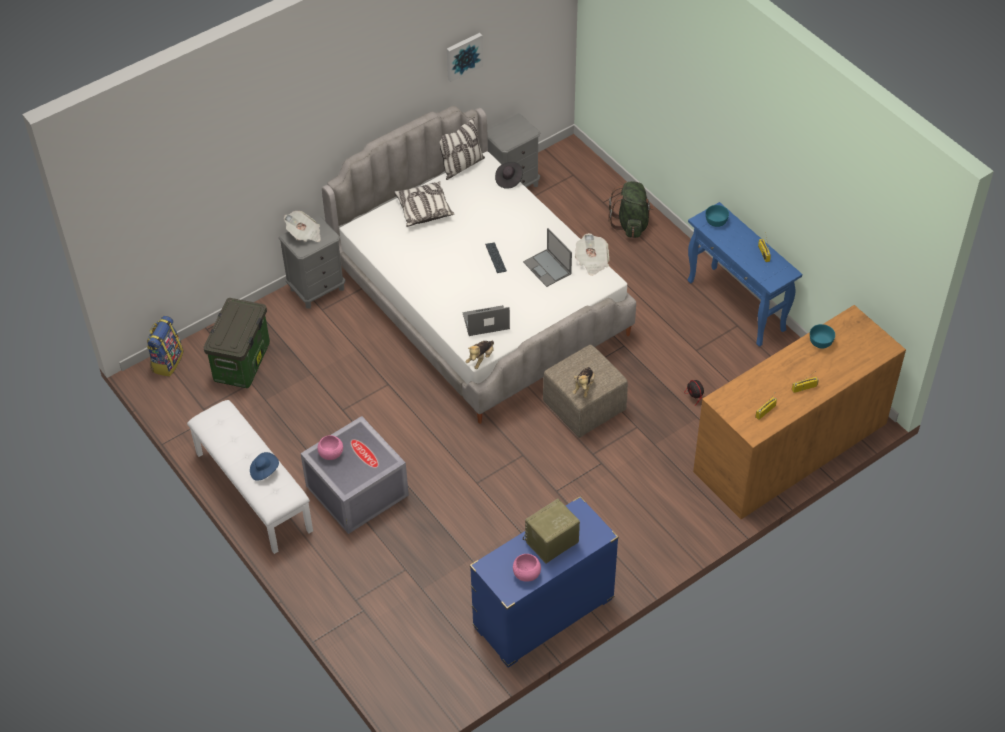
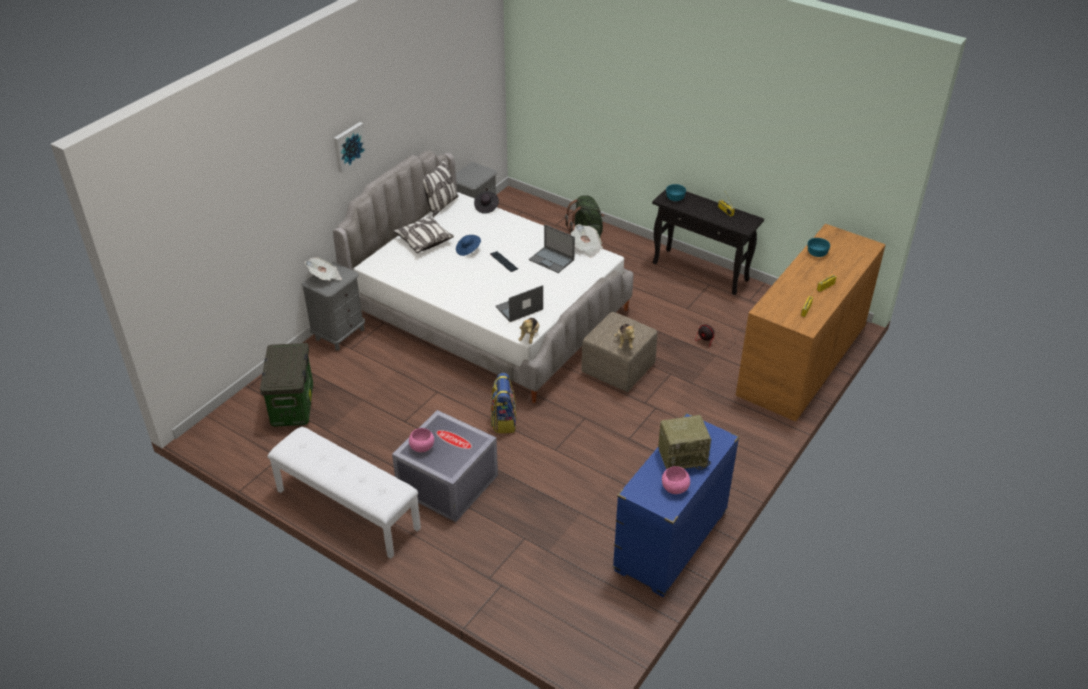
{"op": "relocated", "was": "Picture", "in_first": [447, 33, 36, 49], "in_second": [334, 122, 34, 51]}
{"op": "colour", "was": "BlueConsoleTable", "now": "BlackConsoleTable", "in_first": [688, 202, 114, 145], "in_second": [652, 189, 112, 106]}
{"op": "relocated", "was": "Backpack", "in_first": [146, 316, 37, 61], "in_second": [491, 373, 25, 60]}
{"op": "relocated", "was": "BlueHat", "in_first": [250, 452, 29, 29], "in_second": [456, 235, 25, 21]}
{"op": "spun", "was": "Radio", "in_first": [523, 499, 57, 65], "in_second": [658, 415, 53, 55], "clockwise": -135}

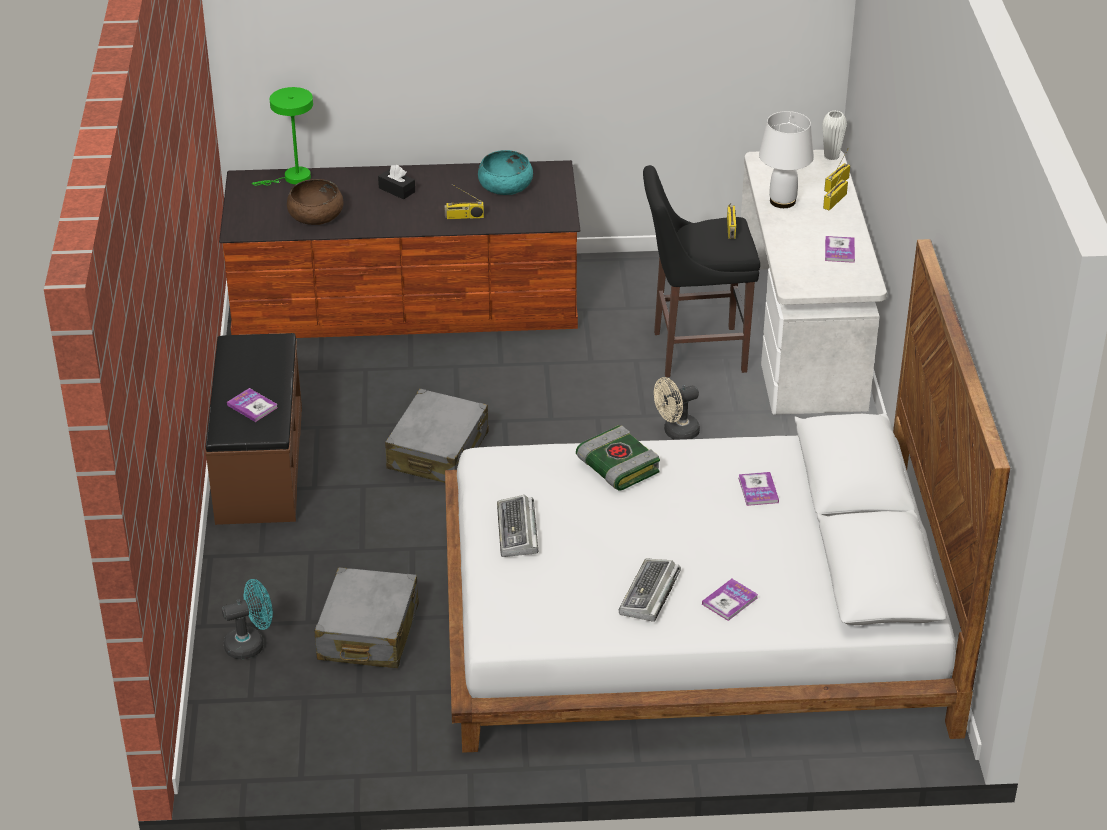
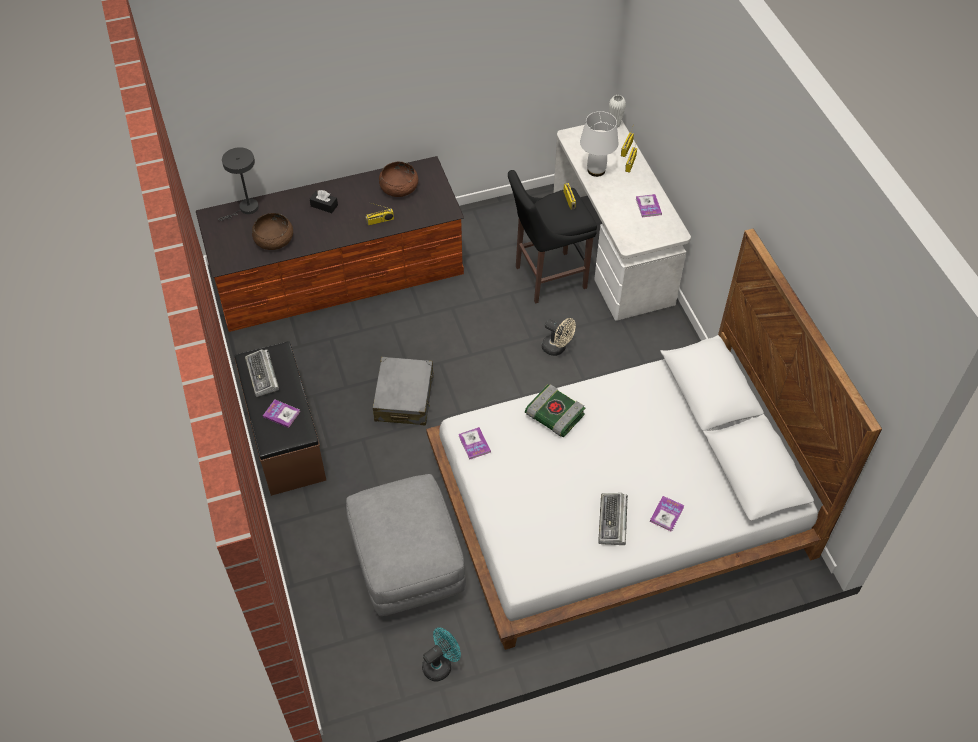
{"op": "colour", "was": "GreenTableLamp", "now": "GreyTableLamp", "in_first": [252, 87, 61, 99], "in_second": [218, 147, 41, 74]}
{"op": "colour", "was": "TurquoiseBowl", "now": "BrownBowl", "in_first": [478, 150, 55, 45], "in_second": [379, 162, 39, 35]}
{"op": "spun", "was": "BeigeFan", "in_first": [654, 377, 46, 63], "in_second": [542, 318, 34, 38], "clockwise": -105}
{"op": "relocated", "was": "Book", "in_first": [738, 472, 41, 34], "in_second": [458, 427, 33, 33]}
{"op": "relocated", "was": "Keyboard", "in_first": [497, 495, 42, 62], "in_second": [245, 349, 34, 48]}
{"op": "exchanged", "was": "GreySuitcase", "now": "GreyOttoman", "in_first": [314, 567, 105, 101], "in_second": [346, 474, 120, 142]}
{"op": "relocated", "was": "TurquoiseFan", "in_first": [222, 579, 51, 80], "in_second": [422, 627, 39, 55]}

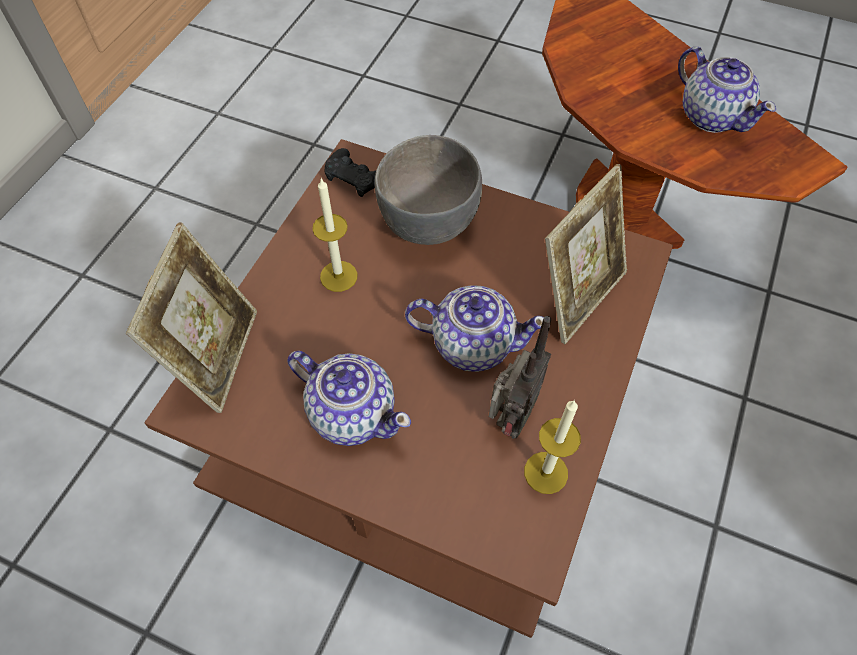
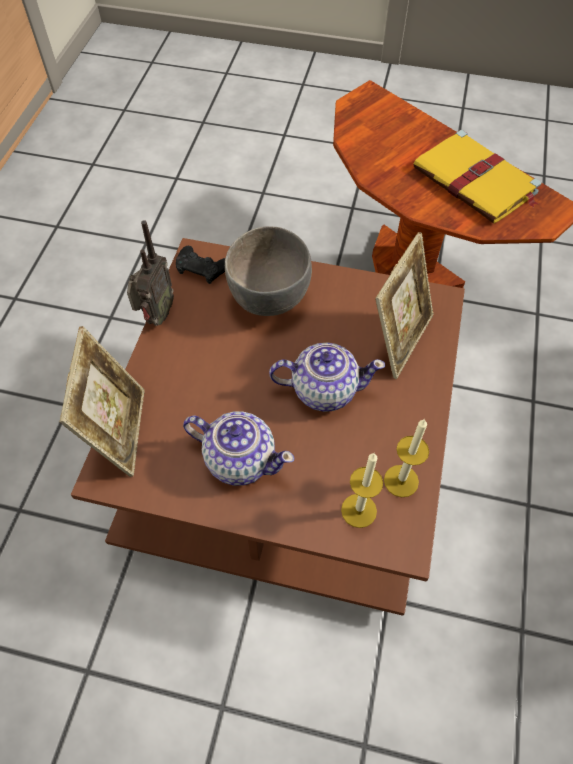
{"op": "exchanged", "was": "Teapot", "now": "YellowBook", "in_first": [678, 47, 98, 86], "in_second": [413, 130, 128, 94]}
{"op": "relocated", "was": "Candle", "in_first": [313, 178, 45, 114], "in_second": [341, 453, 42, 75]}
{"op": "relocated", "was": "Radio", "in_first": [489, 316, 62, 123], "in_second": [127, 220, 47, 106]}

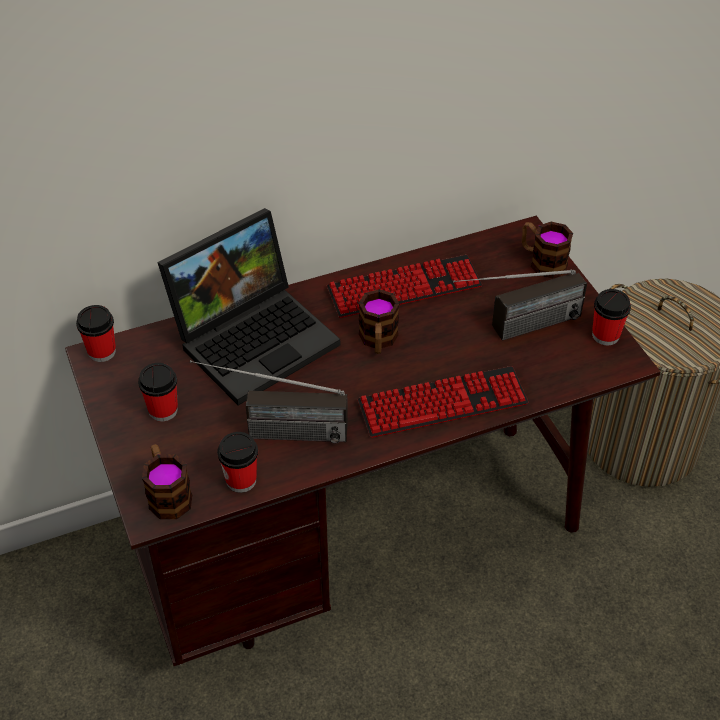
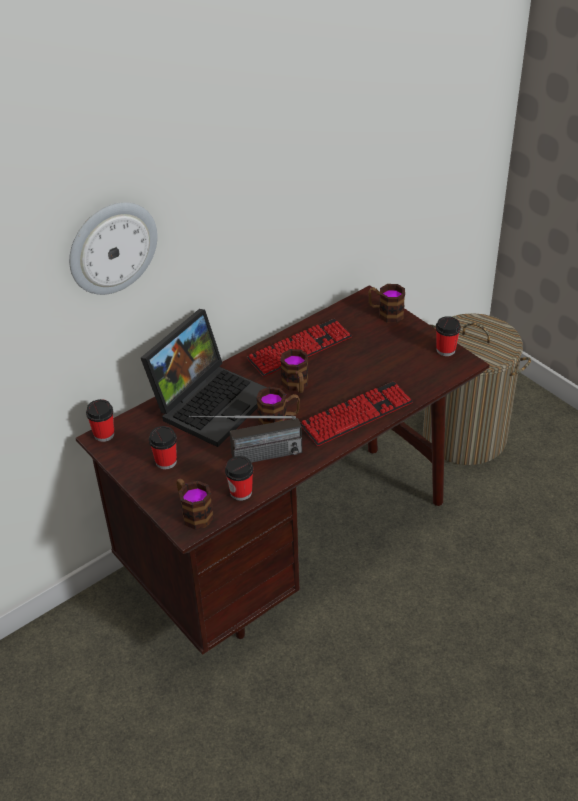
{"op": "missing", "was": "Radio", "in_first": [453, 270, 134, 71]}
{"op": "appeared", "now": "WallClock", "in_second": [69, 202, 89, 93]}
{"op": "appeared", "now": "Mug", "in_second": [256, 387, 44, 38]}

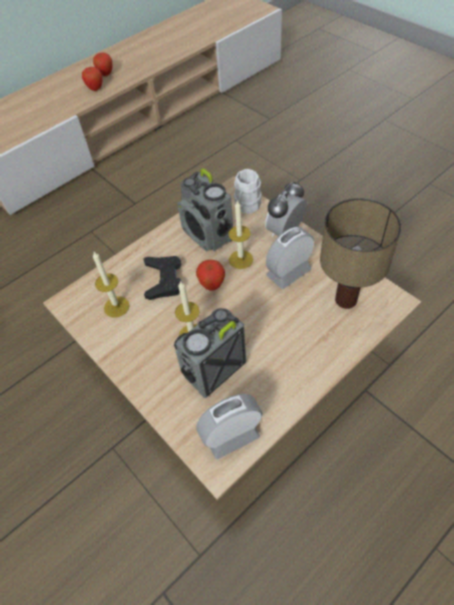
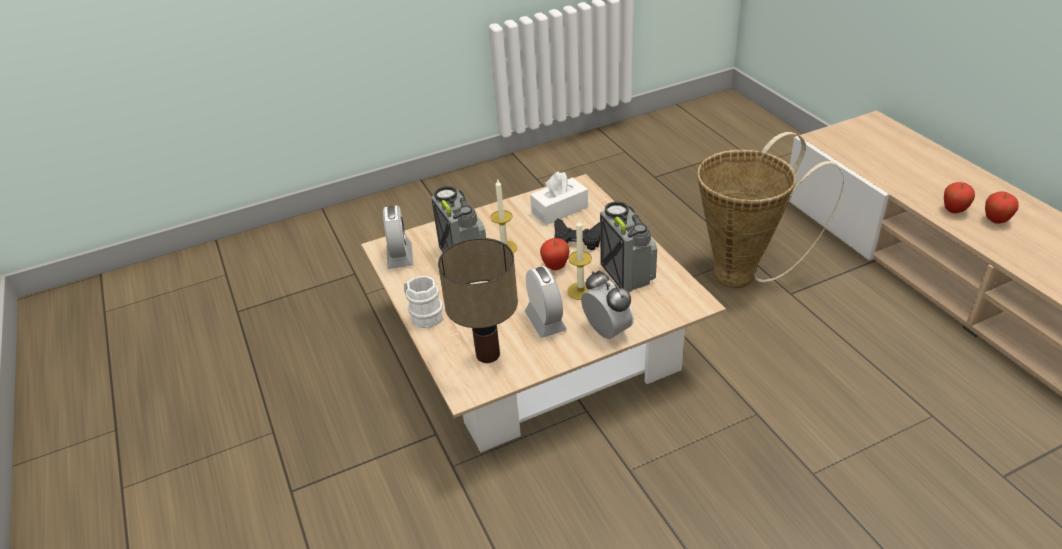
{"op": "spun", "was": "Radio", "in_first": [177, 168, 56, 83], "in_second": [600, 201, 57, 91], "clockwise": 90}
{"op": "relocated", "was": "WhiteMug", "in_first": [234, 169, 28, 45], "in_second": [404, 276, 39, 52]}
{"op": "exchanged", "was": "Candle", "now": "WhiteTissueBox", "in_first": [93, 252, 36, 66], "in_second": [530, 171, 58, 54]}
{"op": "appeared", "now": "Basket", "in_second": [697, 132, 147, 156]}

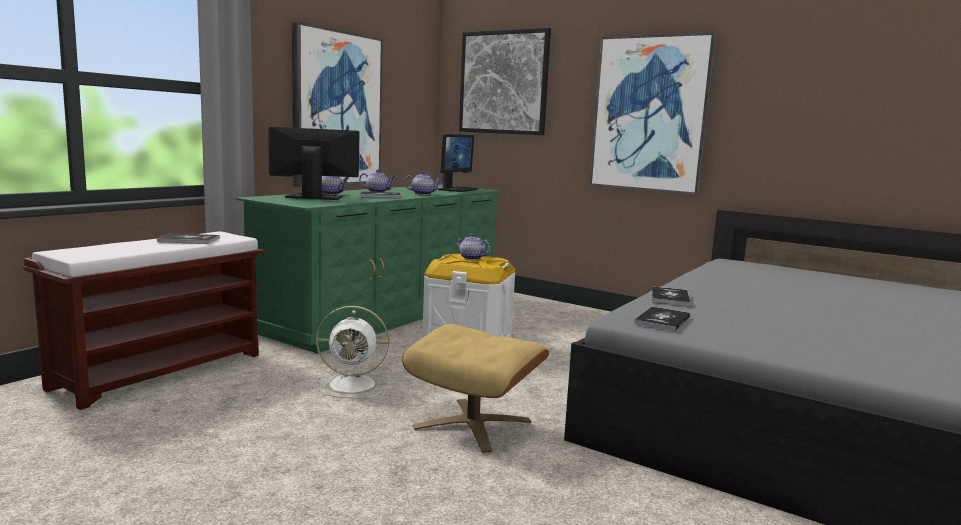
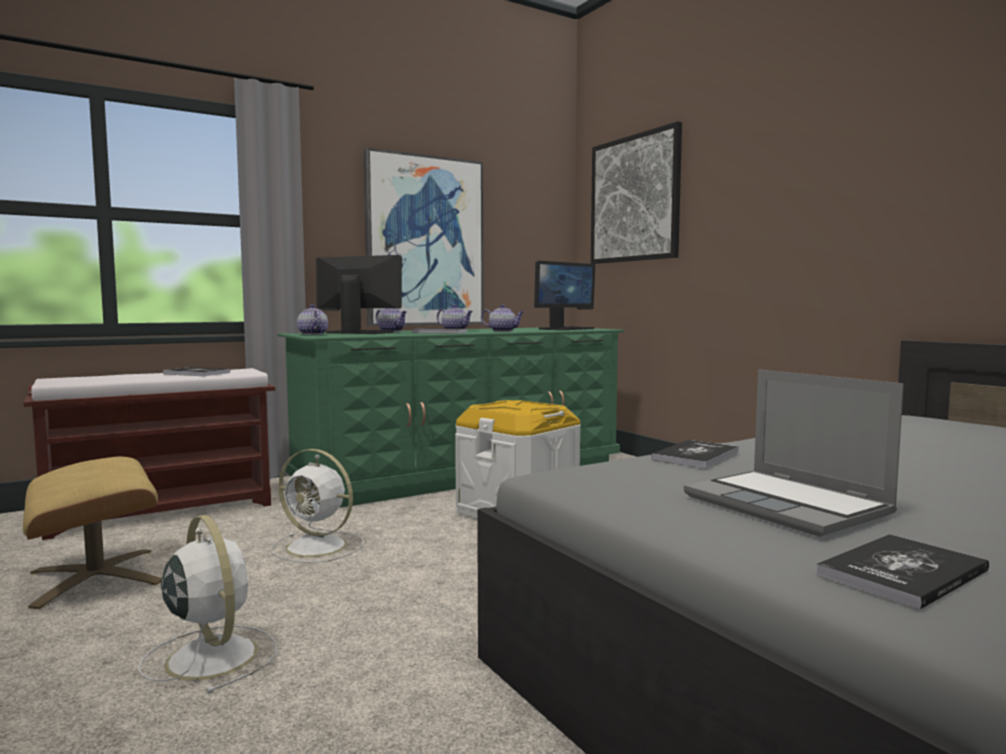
{"op": "missing", "was": "Picture", "in_first": [590, 32, 127, 163]}
{"op": "relocated", "was": "Teapot", "in_first": [457, 234, 33, 26], "in_second": [297, 305, 31, 30]}
{"op": "relocated", "was": "Book", "in_first": [634, 307, 56, 24], "in_second": [816, 534, 173, 76]}
{"op": "relocated", "was": "BeigeOttoman", "in_first": [402, 324, 147, 129], "in_second": [23, 457, 139, 152]}
{"op": "appeared", "now": "Laptop", "in_second": [684, 370, 220, 167]}
{"op": "appeared", "now": "WhiteFan", "in_second": [138, 515, 139, 179]}

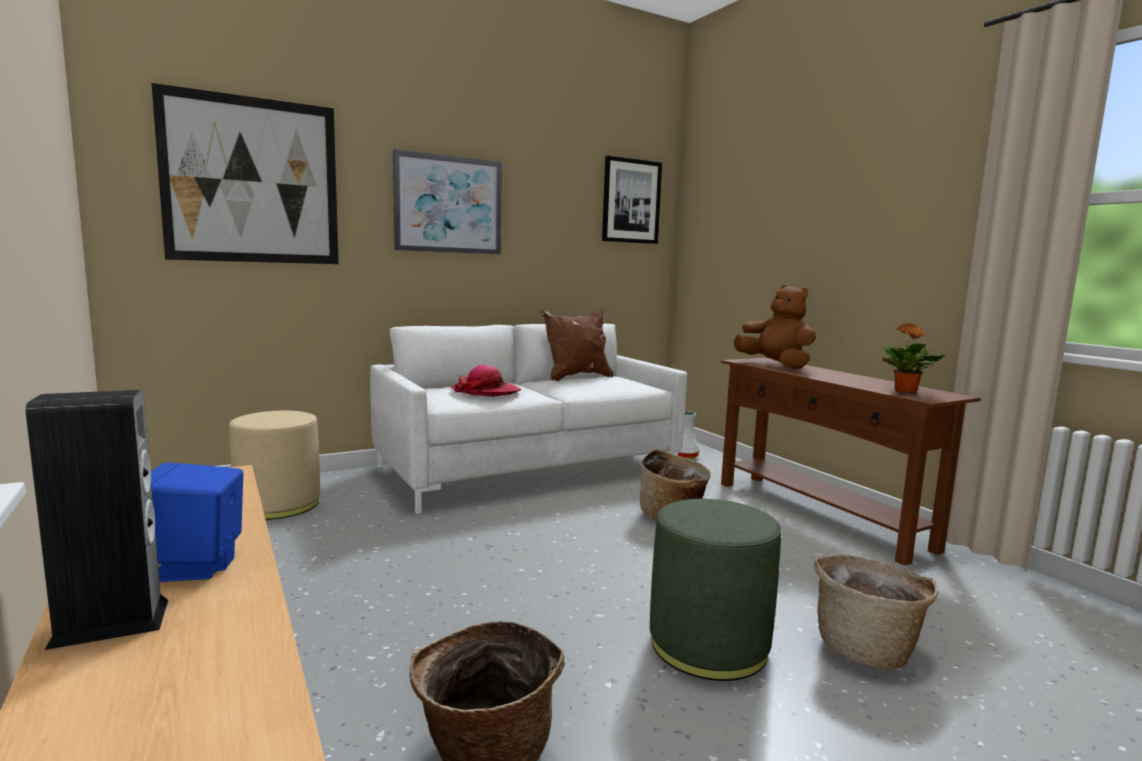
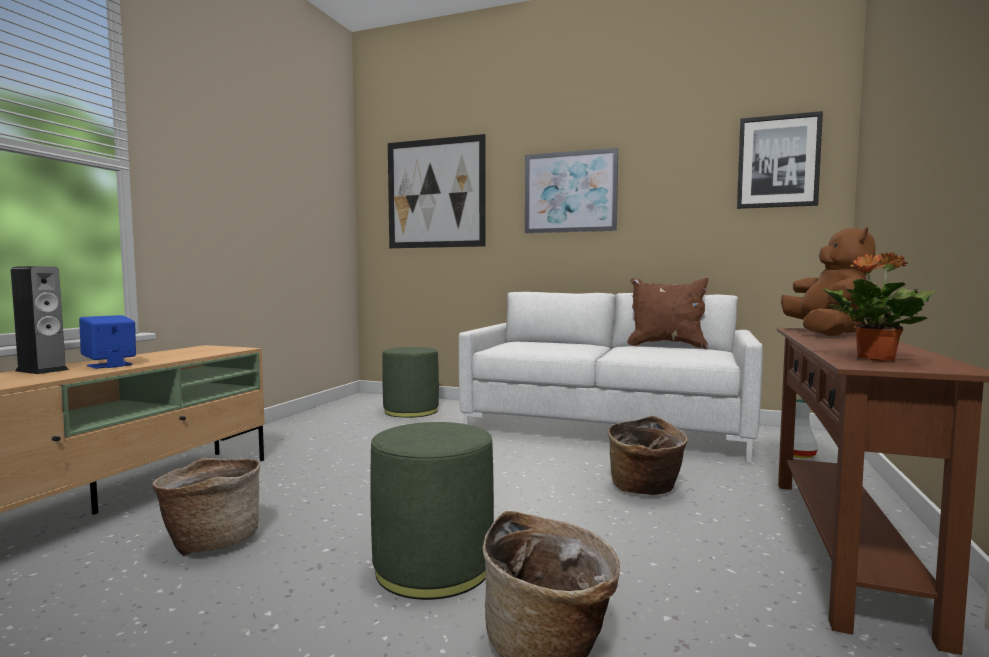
{"op": "missing", "was": "Hat", "in_first": [451, 365, 70, 32]}
{"op": "colour", "was": "BeigeOttoman", "now": "GreenOttoman", "in_first": [229, 411, 91, 109], "in_second": [382, 347, 57, 71]}

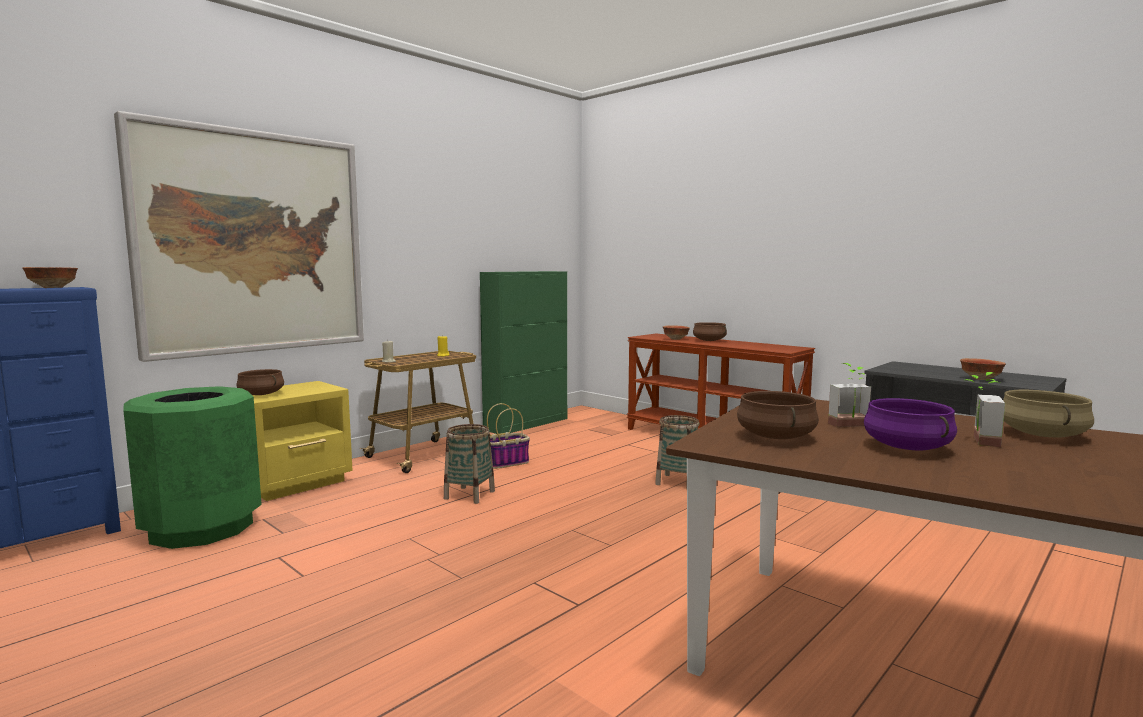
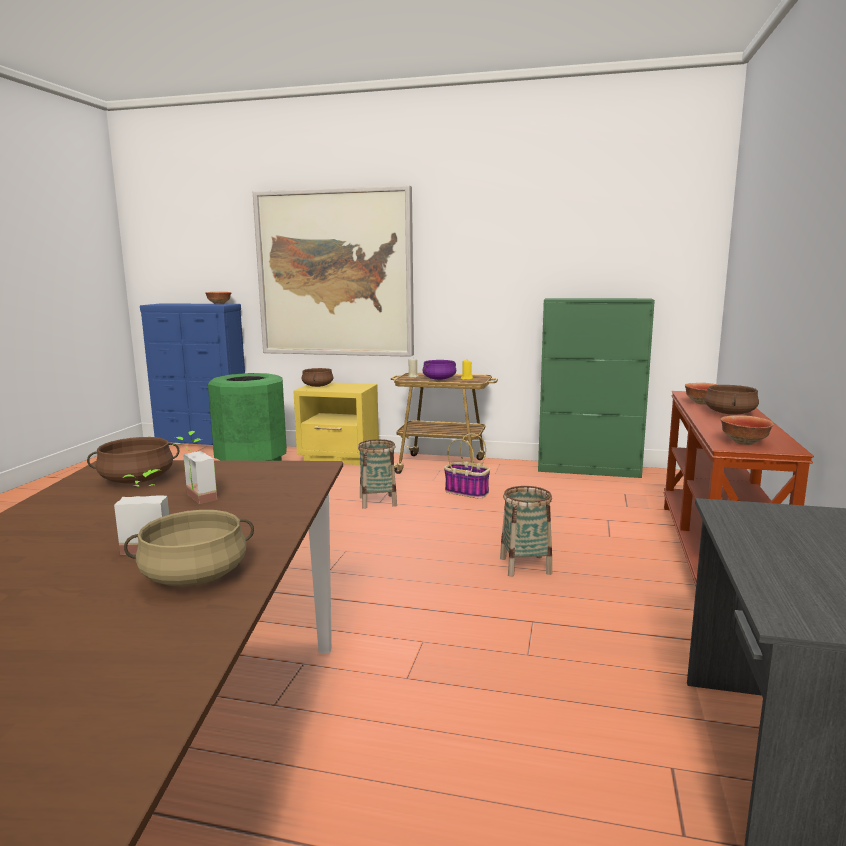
{"op": "relocated", "was": "Bowl", "in_first": [960, 358, 46, 22], "in_second": [720, 415, 53, 30]}
{"op": "relocated", "was": "PurpleCookingPot", "in_first": [864, 398, 93, 52], "in_second": [422, 360, 34, 20]}

